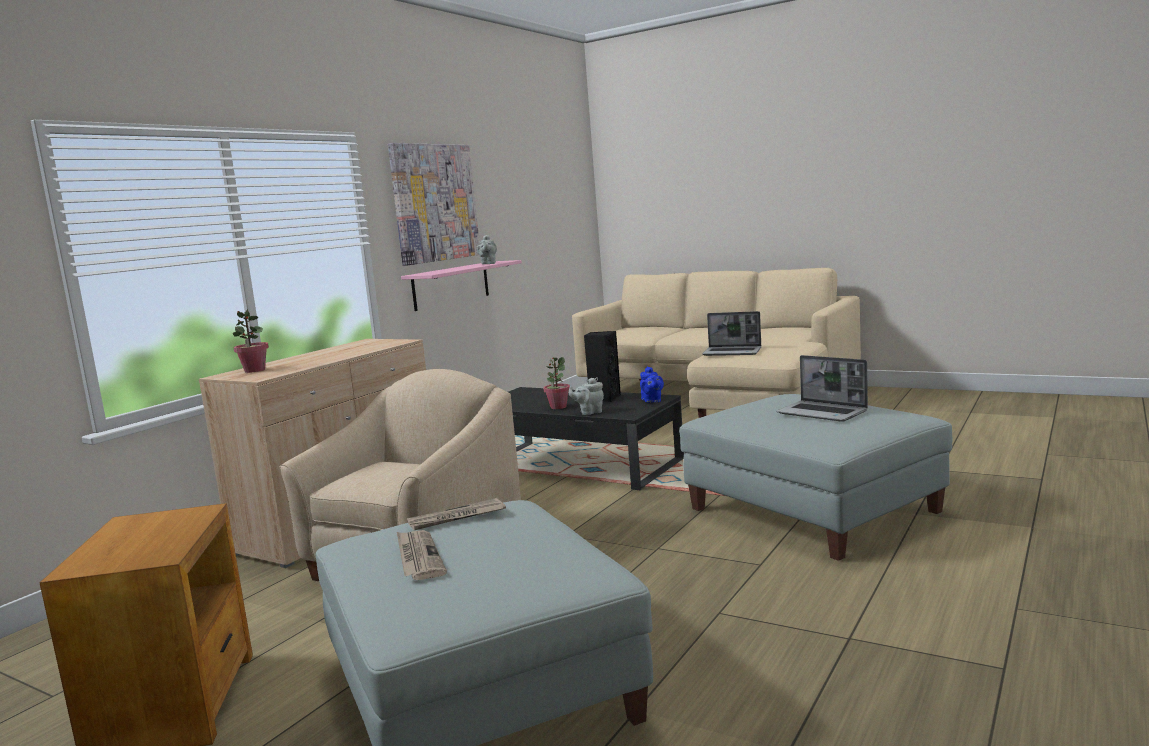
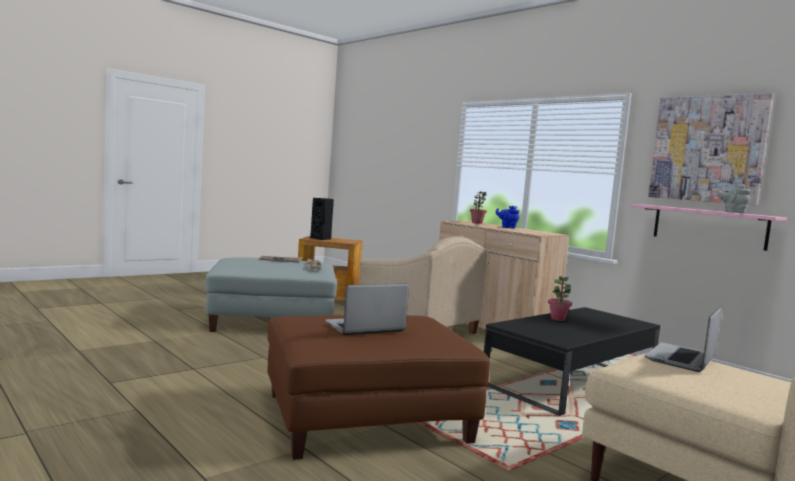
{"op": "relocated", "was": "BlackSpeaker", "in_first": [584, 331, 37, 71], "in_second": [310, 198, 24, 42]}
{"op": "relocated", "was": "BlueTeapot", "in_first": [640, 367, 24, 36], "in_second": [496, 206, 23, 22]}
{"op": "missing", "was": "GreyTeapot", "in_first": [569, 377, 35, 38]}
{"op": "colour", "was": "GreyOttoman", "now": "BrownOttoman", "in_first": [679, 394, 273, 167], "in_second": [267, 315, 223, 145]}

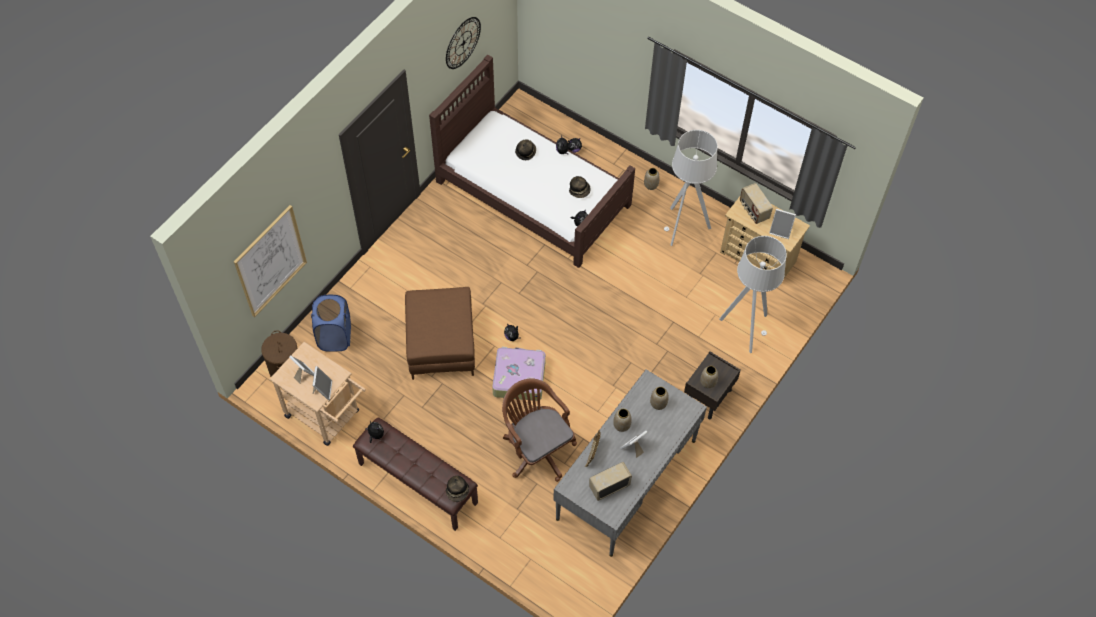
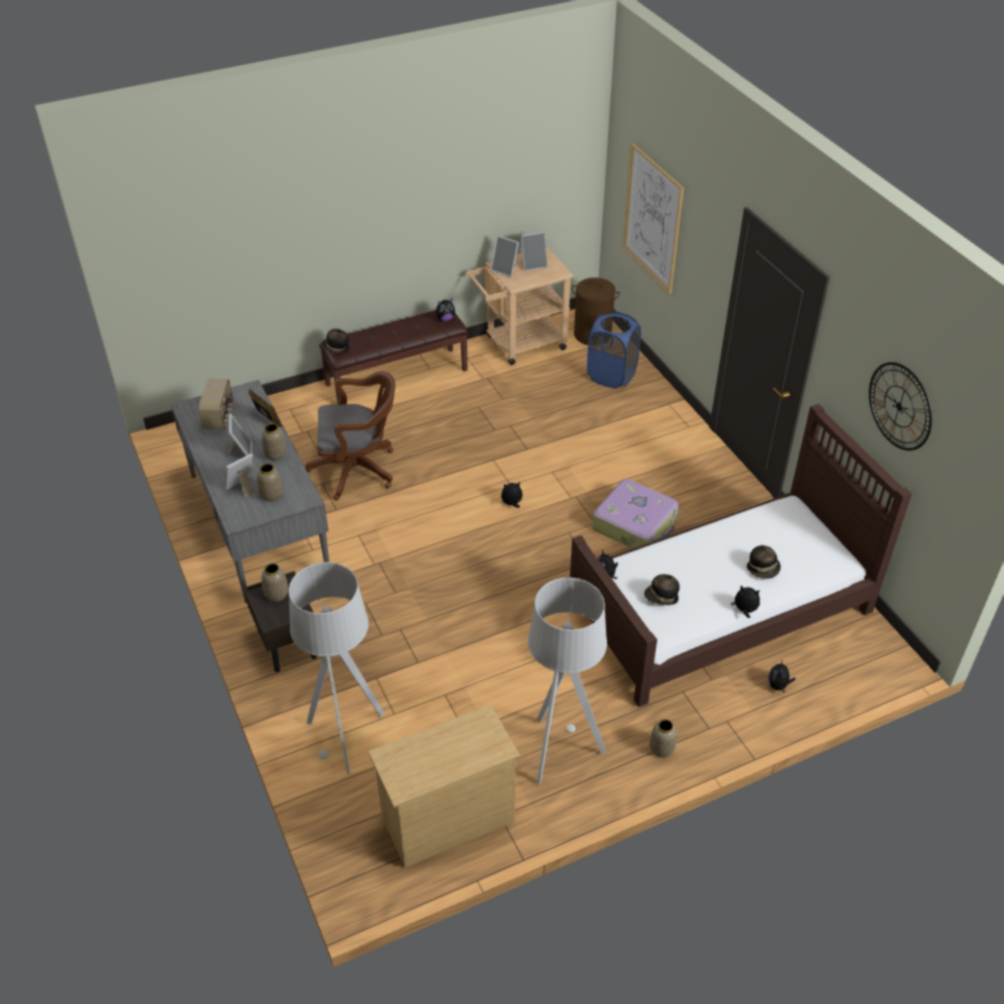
{"op": "missing", "was": "Radio", "in_first": [740, 183, 33, 41]}
{"op": "relocated", "was": "PictureFrame", "in_first": [769, 209, 27, 30], "in_second": [224, 453, 32, 45]}
{"op": "missing", "was": "BrownOttoman", "in_first": [405, 287, 70, 93]}
{"op": "relocated", "was": "Suitcase", "in_first": [492, 347, 54, 54], "in_second": [592, 479, 86, 70]}

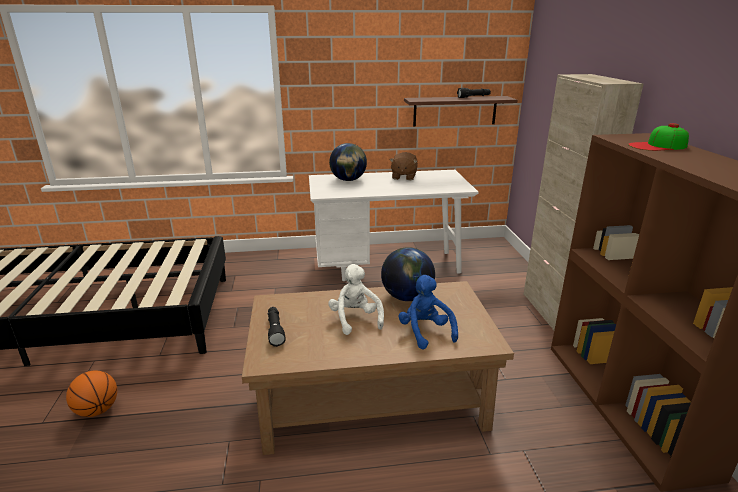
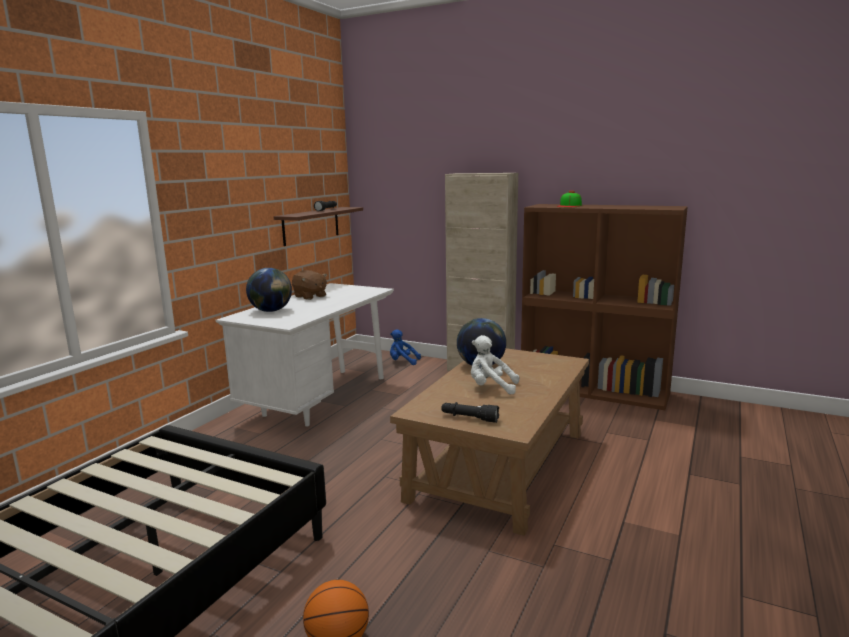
{"op": "relocated", "was": "BluePlushToy", "in_first": [398, 275, 60, 74], "in_second": [390, 329, 31, 36]}

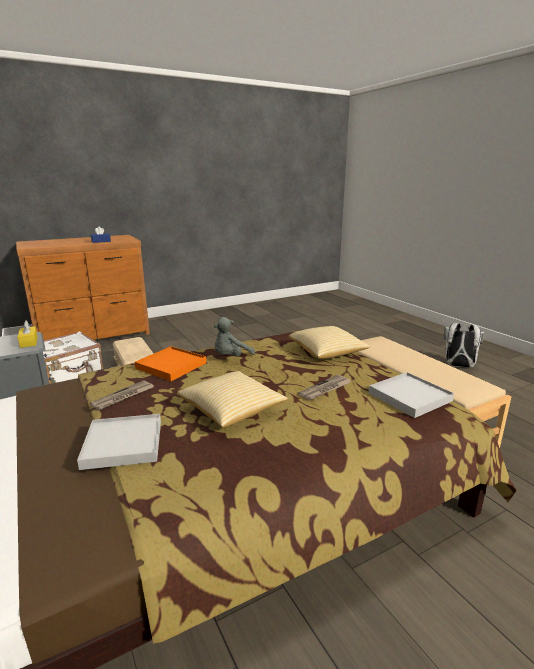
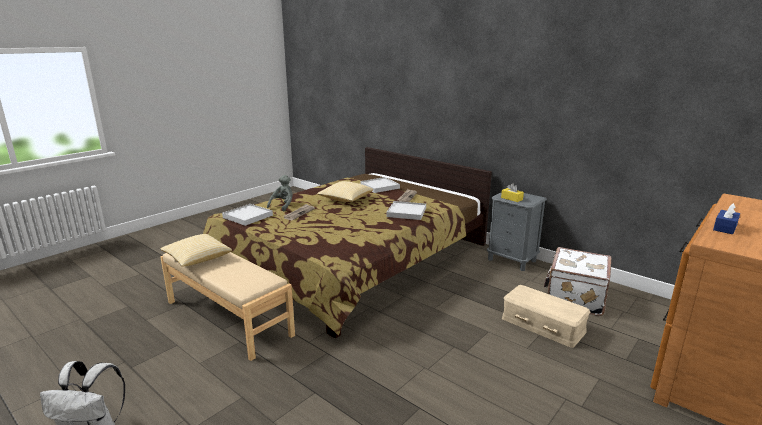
{"op": "relocated", "was": "GreyPlushToy", "in_first": [214, 317, 41, 40], "in_second": [267, 175, 26, 37]}
{"op": "relocated", "was": "Pillow", "in_first": [289, 326, 82, 33], "in_second": [160, 234, 72, 33]}
{"op": "colour", "was": "OrangeTray", "now": "WhiteTray", "in_first": [135, 346, 71, 35], "in_second": [386, 201, 40, 19]}

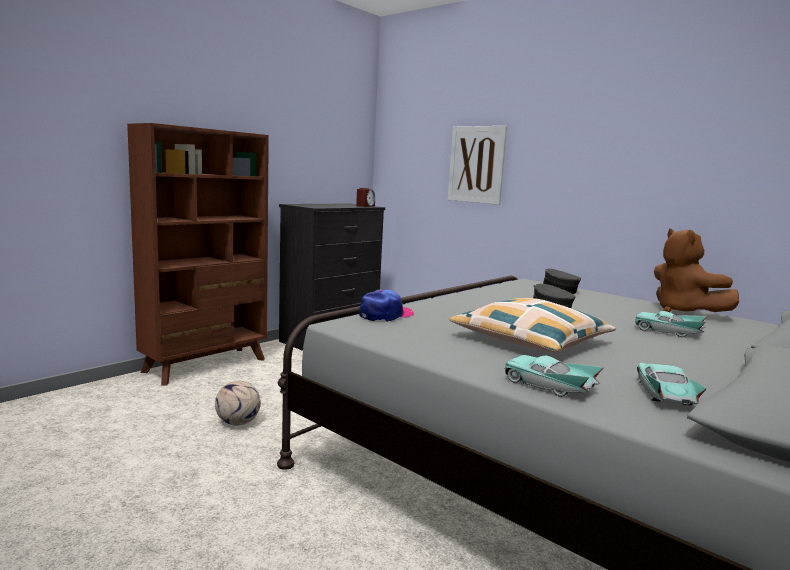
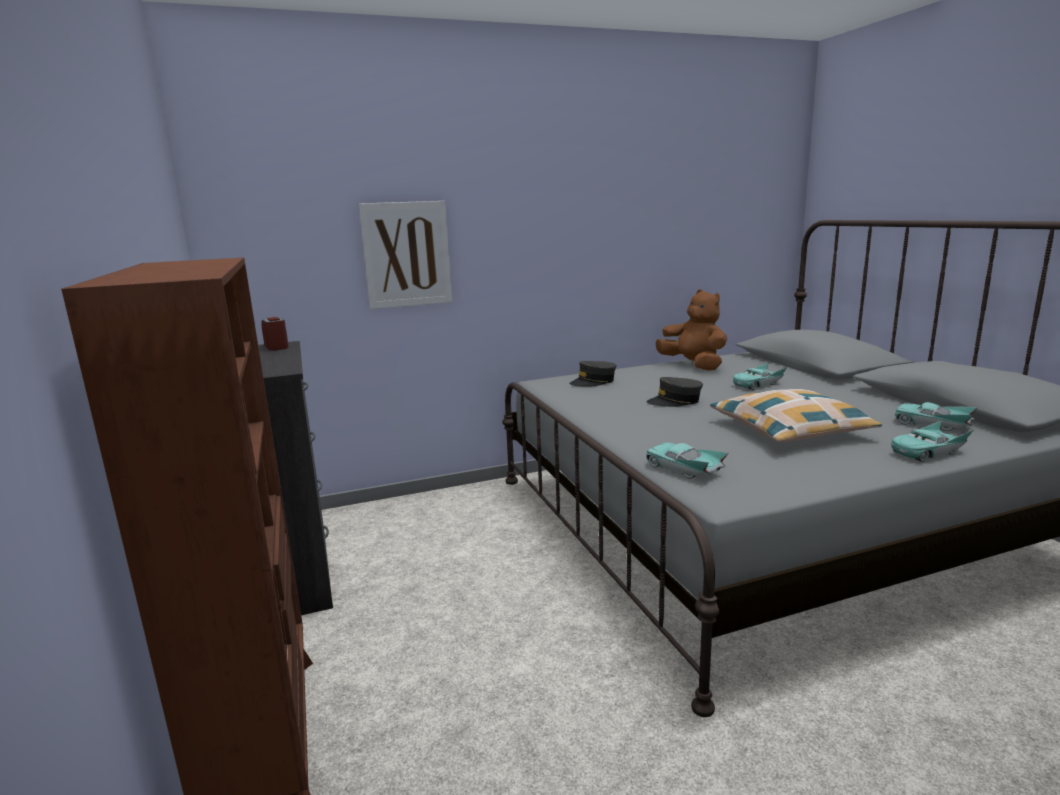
{"op": "spun", "was": "BrownPlushToy", "in_first": [654, 229, 85, 83], "in_second": [656, 289, 71, 81], "clockwise": -135}
{"op": "exchanged", "was": "Cap", "now": "TurquoiseToyCar", "in_first": [359, 290, 55, 32], "in_second": [646, 443, 82, 36]}
{"op": "missing", "was": "Football", "in_first": [215, 381, 46, 45]}

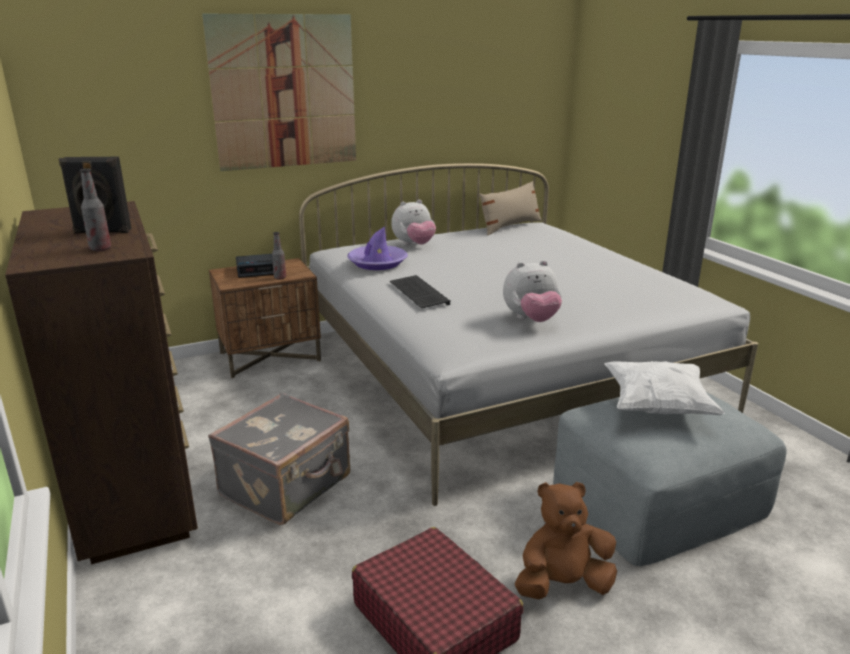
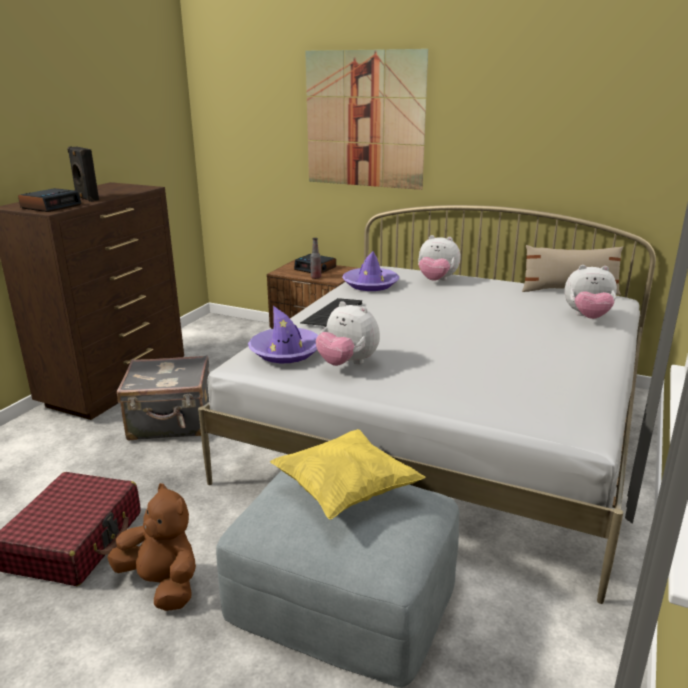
{"op": "exchanged", "was": "Bottle", "now": "AlarmClock", "in_first": [80, 168, 31, 83], "in_second": [18, 188, 64, 24]}
{"op": "colour", "was": "WhitePillow", "now": "YellowPillow", "in_first": [604, 361, 121, 54], "in_second": [270, 429, 156, 91]}
{"op": "appeared", "now": "PlushToy", "in_second": [565, 265, 52, 54]}
{"op": "appeared", "now": "PurpleHat", "in_second": [248, 306, 70, 57]}

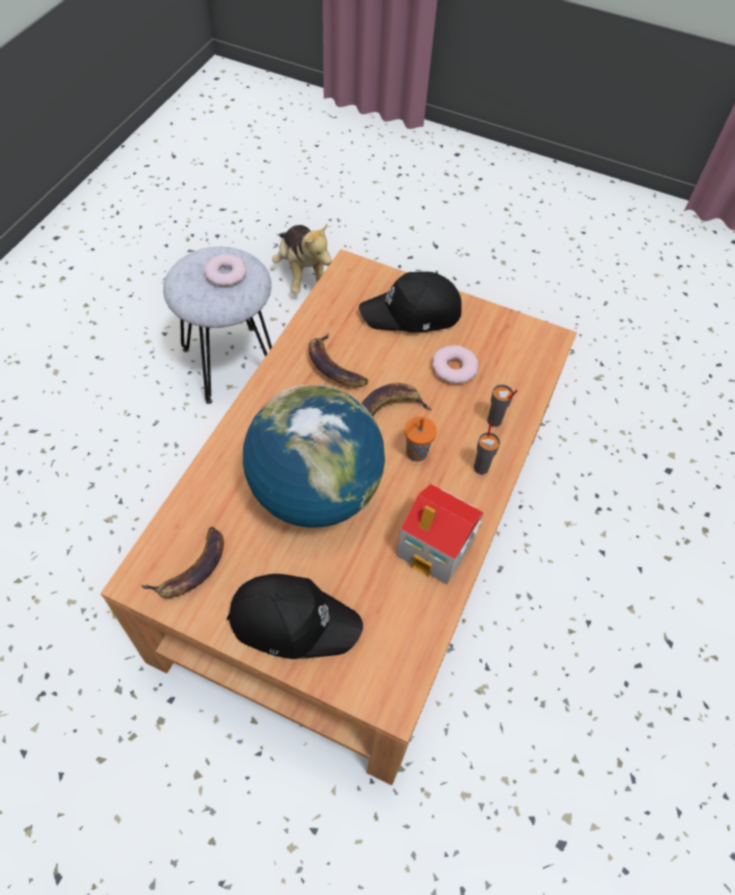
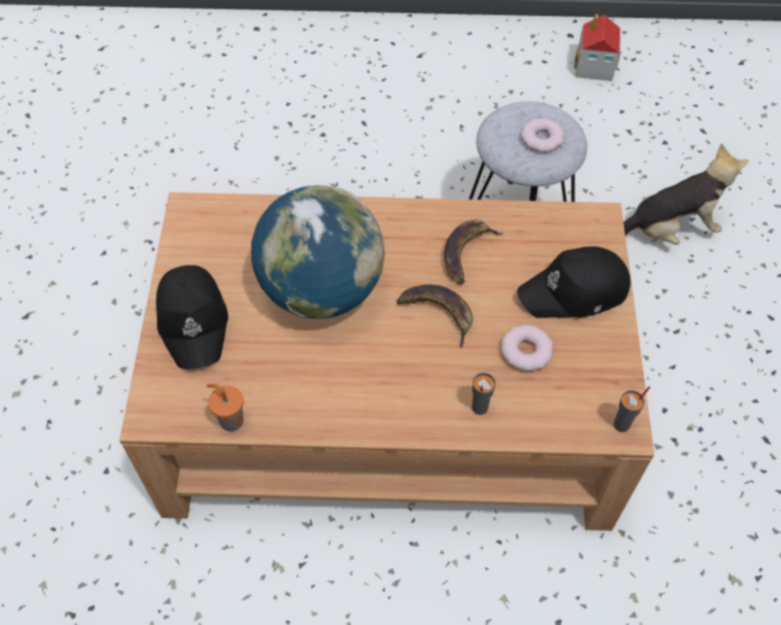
{"op": "spun", "was": "PlushToy", "in_first": [272, 224, 60, 70], "in_second": [624, 143, 125, 102], "clockwise": -150}
{"op": "spun", "was": "BlackCap", "in_first": [359, 272, 103, 61], "in_second": [517, 246, 114, 72], "clockwise": -75}
{"op": "relocated", "was": "OrangeCup", "in_first": [405, 417, 32, 45], "in_second": [207, 384, 37, 47]}
{"op": "relocated", "was": "GreyCup", "in_first": [474, 420, 26, 54], "in_second": [614, 386, 36, 46]}
{"op": "relocated", "was": "ToyHouse", "in_first": [396, 484, 88, 100], "in_second": [574, 14, 48, 67]}
{"op": "missing", "was": "Banana", "in_first": [141, 527, 83, 71]}

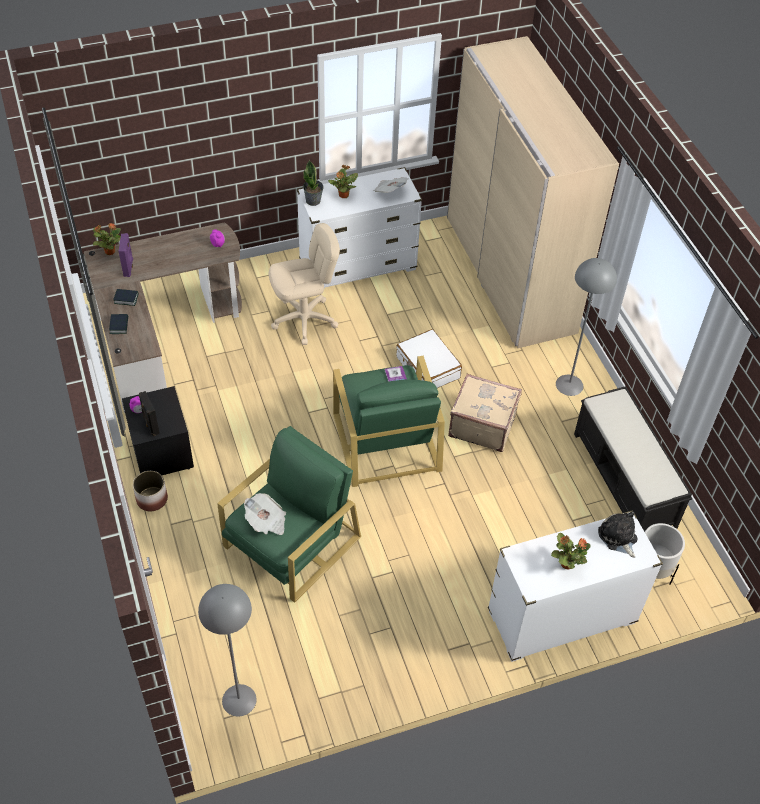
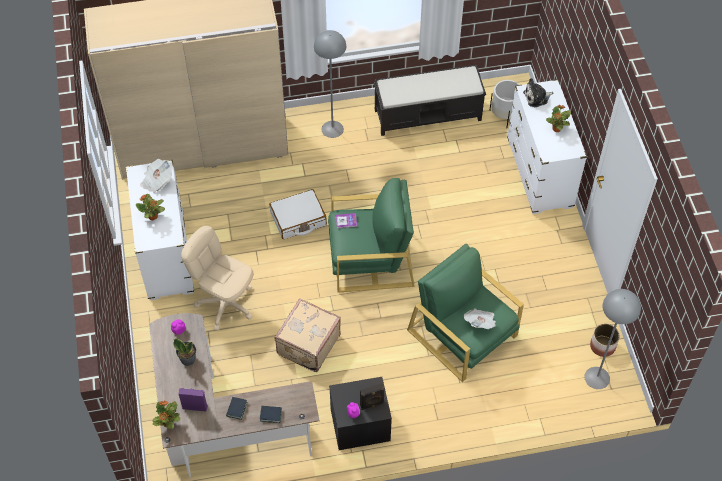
{"op": "relocated", "was": "PottedPlant", "in_first": [303, 160, 21, 46], "in_second": [173, 338, 23, 28]}
{"op": "spun", "was": "BeigeOfficeChair", "in_first": [269, 223, 71, 122], "in_second": [181, 226, 72, 105], "clockwise": -45}
{"op": "relocated", "was": "BeigeSuitcase", "in_first": [448, 374, 74, 78], "in_second": [274, 298, 67, 74]}
{"op": "relocated", "was": "Planter", "in_first": [133, 471, 35, 40], "in_second": [590, 324, 30, 33]}

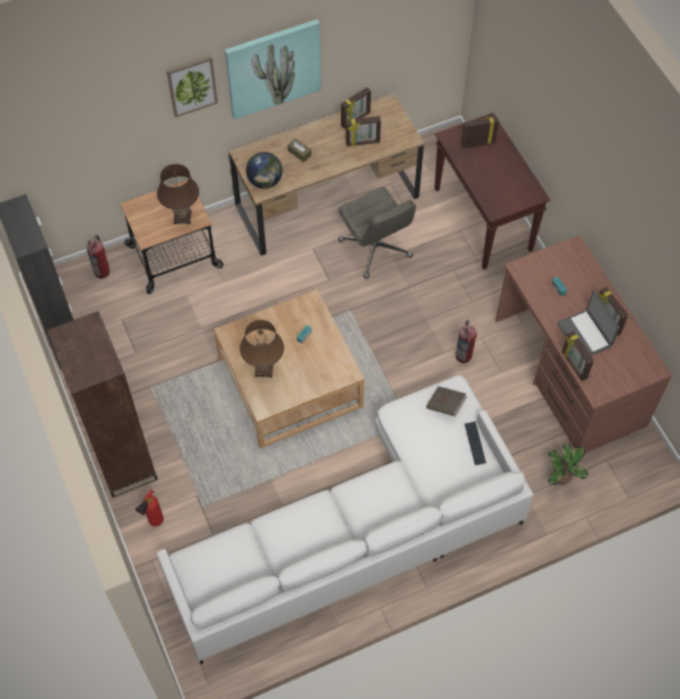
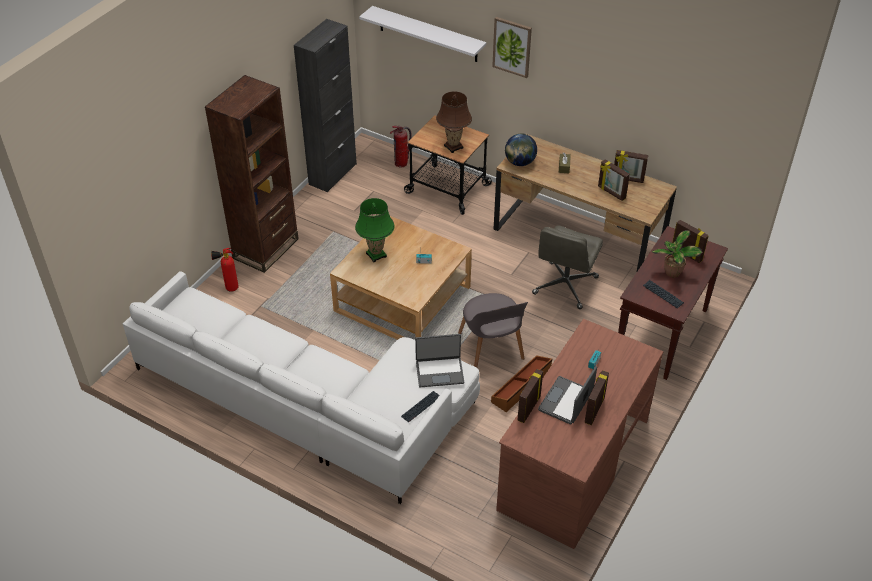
{"op": "missing", "was": "Picture", "in_first": [225, 19, 96, 101]}
{"op": "colour", "was": "BrownTableLamp", "now": "GreenTableLamp", "in_first": [240, 320, 44, 57], "in_second": [355, 198, 40, 64]}
{"op": "exchanged", "was": "FireExtinguisher", "now": "BrownStorageBox", "in_first": [455, 320, 22, 43], "in_second": [491, 355, 61, 57]}
{"op": "exchanged", "was": "BrownBook", "now": "Laptop", "in_first": [426, 386, 41, 30], "in_second": [415, 334, 49, 53]}
{"op": "relocated", "was": "PottedPlant", "in_first": [548, 443, 40, 42], "in_second": [652, 230, 50, 47]}
{"op": "appeared", "now": "WhiteShelf", "in_second": [359, 6, 127, 56]}
{"op": "appeared", "now": "Keyboard", "in_second": [643, 280, 41, 28]}
{"op": "appeared", "now": "GreyChair", "in_second": [458, 293, 70, 75]}

